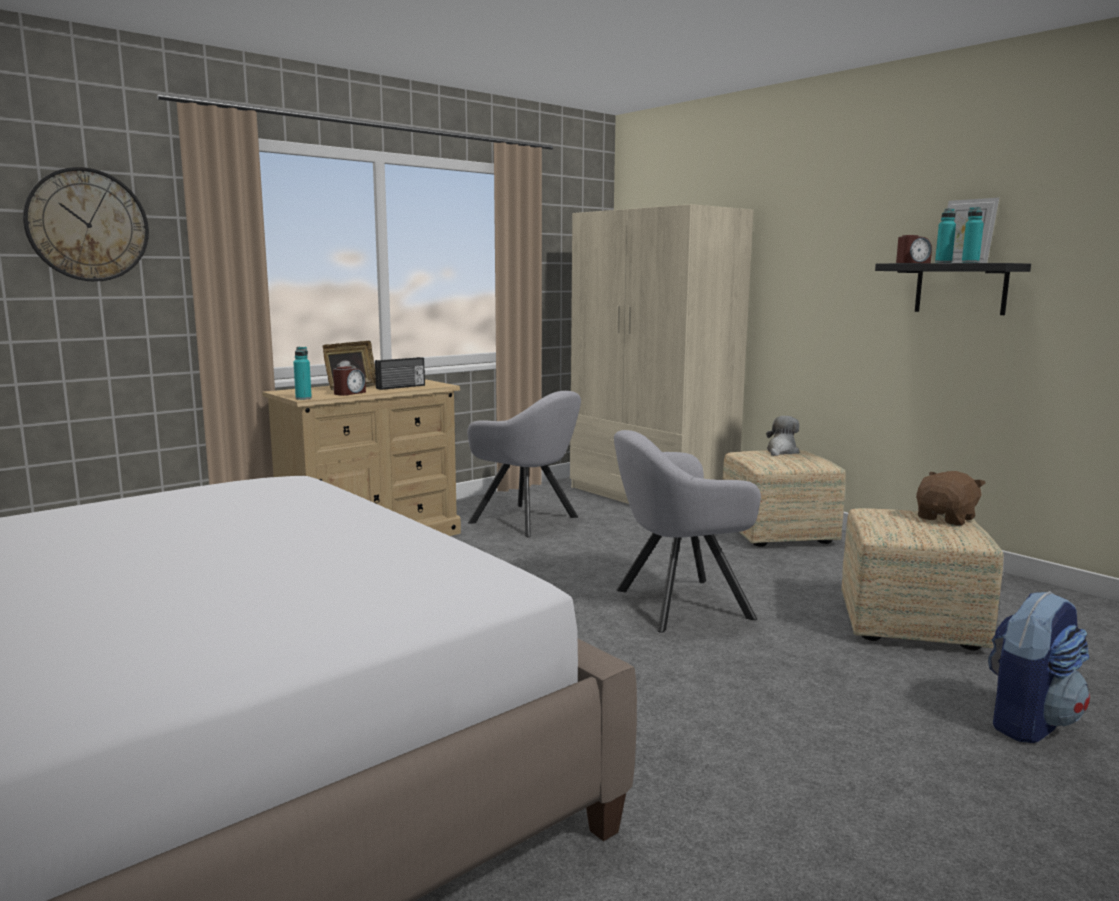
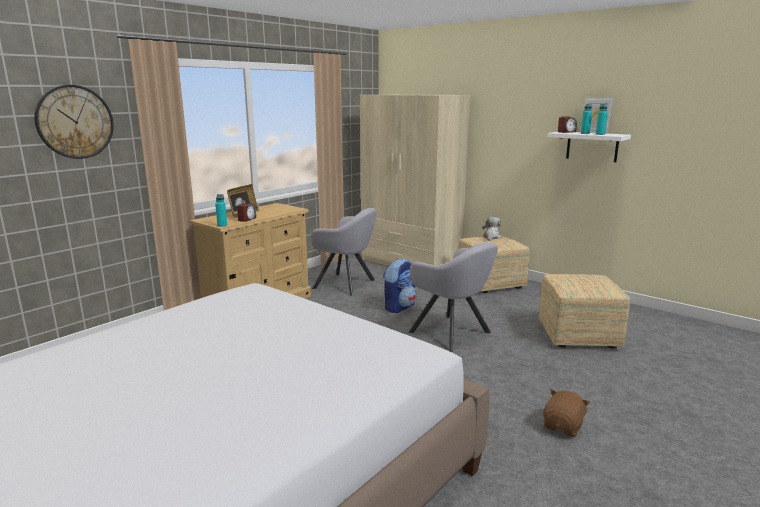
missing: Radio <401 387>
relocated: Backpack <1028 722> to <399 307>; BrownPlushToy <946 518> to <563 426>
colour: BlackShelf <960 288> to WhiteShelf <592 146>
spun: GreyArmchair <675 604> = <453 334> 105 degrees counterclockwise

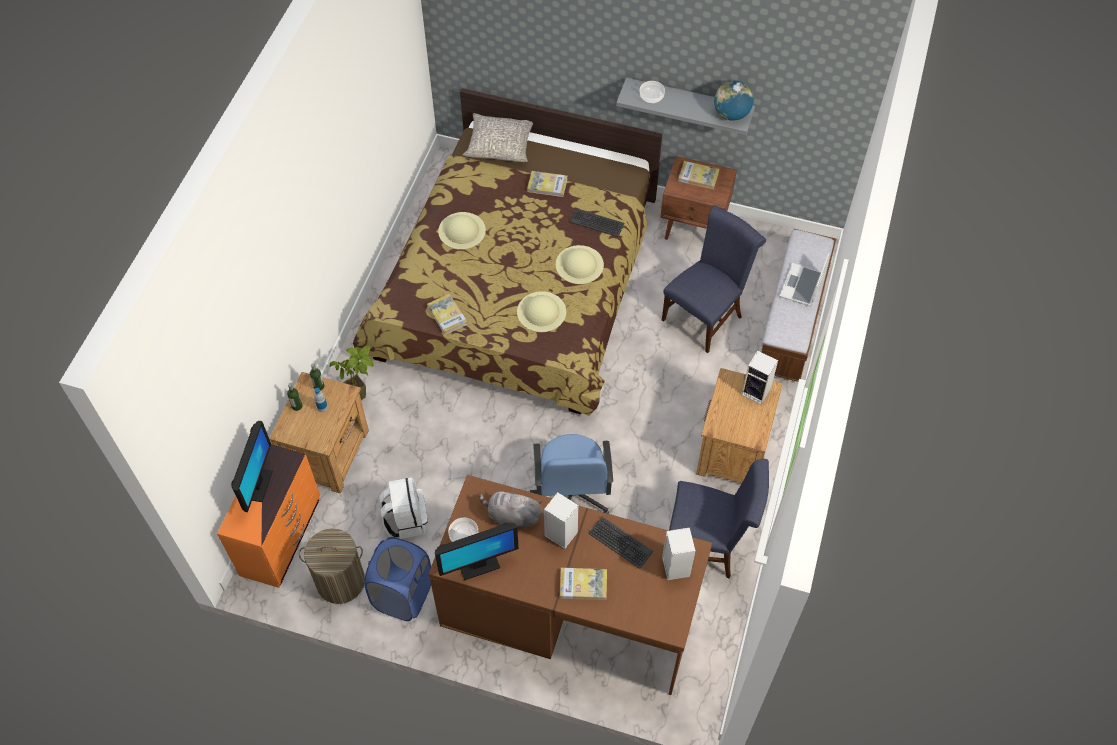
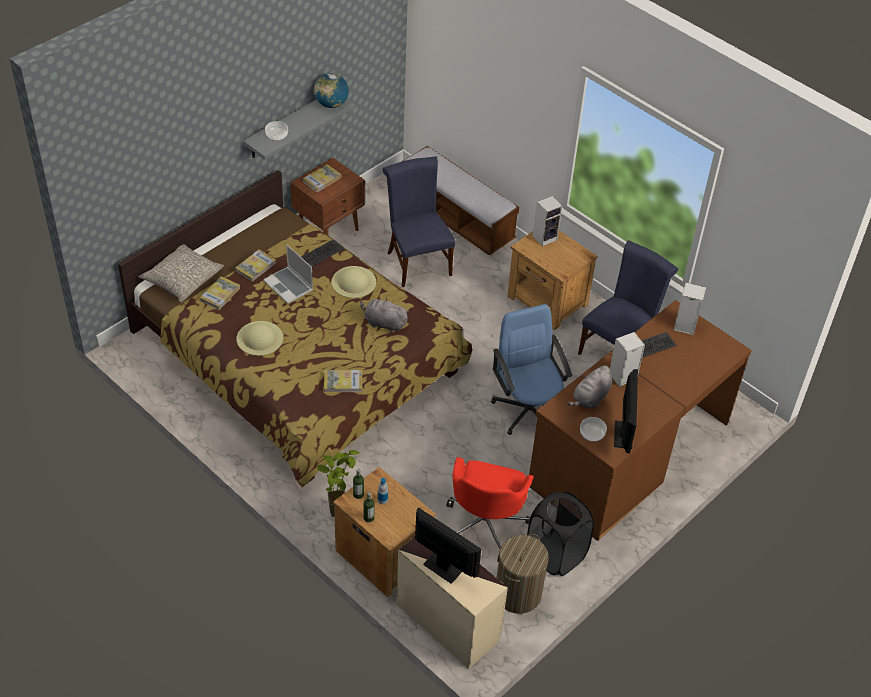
relocated: Book <583 585> to <220 294>; Laptop <802 287> to <289 286>
exchanged: BeigeHat <541 312> to GreyPlushToy <383 323>; WhiteBackpack <406 520> to RedOfficeChair <485 525>
colour: OrangeDresser <282 536> to BeigeDresser <447 621>; BlueLaundryBasket <403 595> to BlackLaundryBasket <555 554>
spun: BlueOfficeChair <571 495> = <528 409> 135 degrees counterclockwise

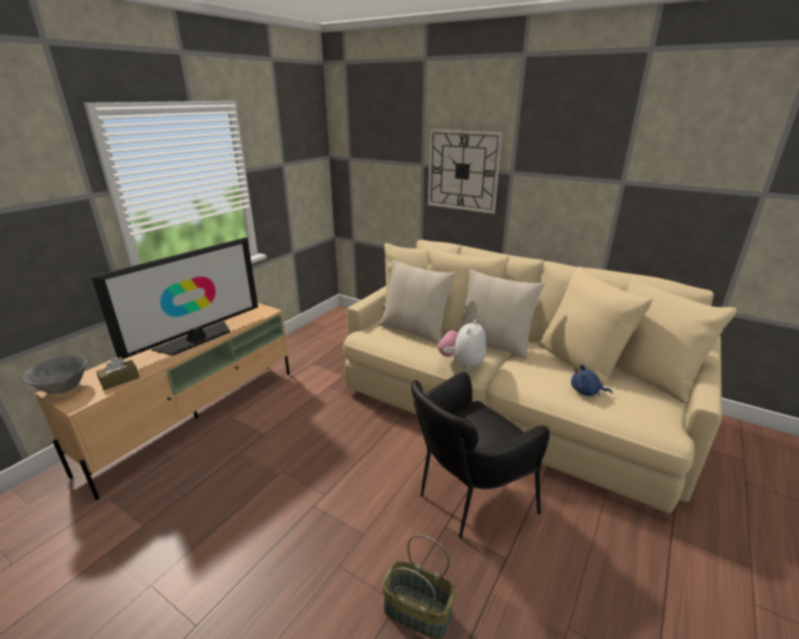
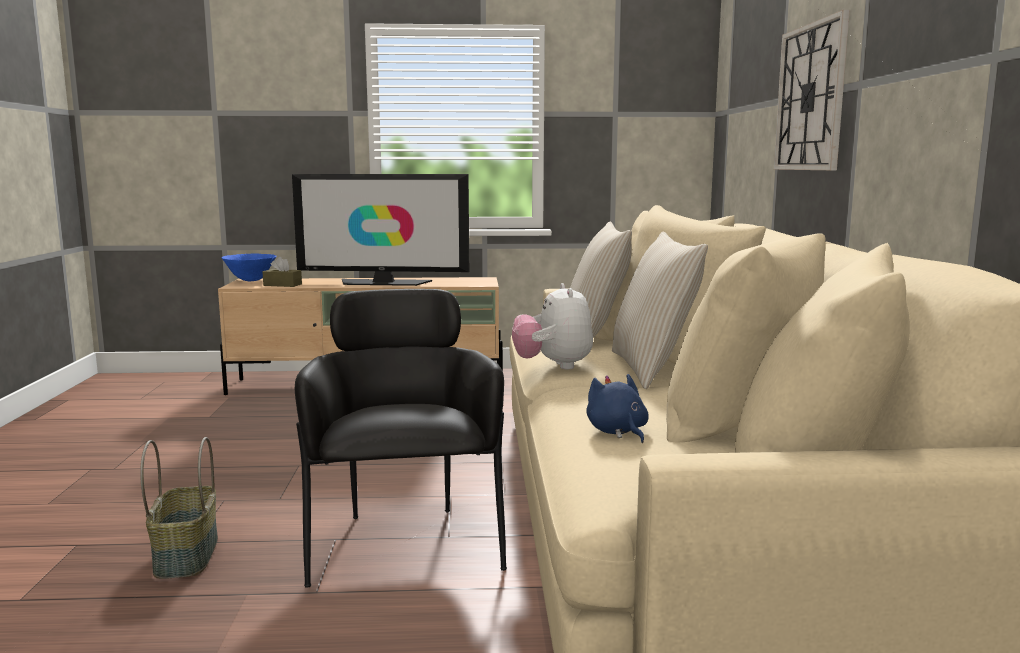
colour: GreyBowl <64 389> to BlueBowl <251 280>
spun: BlackArmchair <467 499> = <404 540> 60 degrees clockwise; PlushToy <462 363> = <553 366> 90 degrees counterclockwise

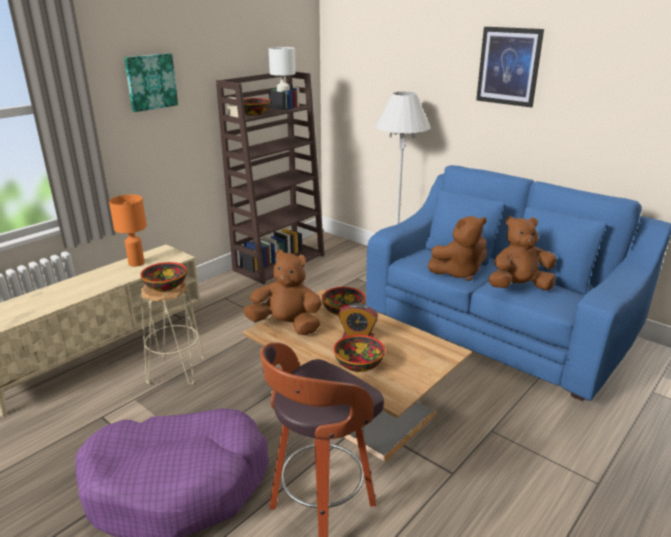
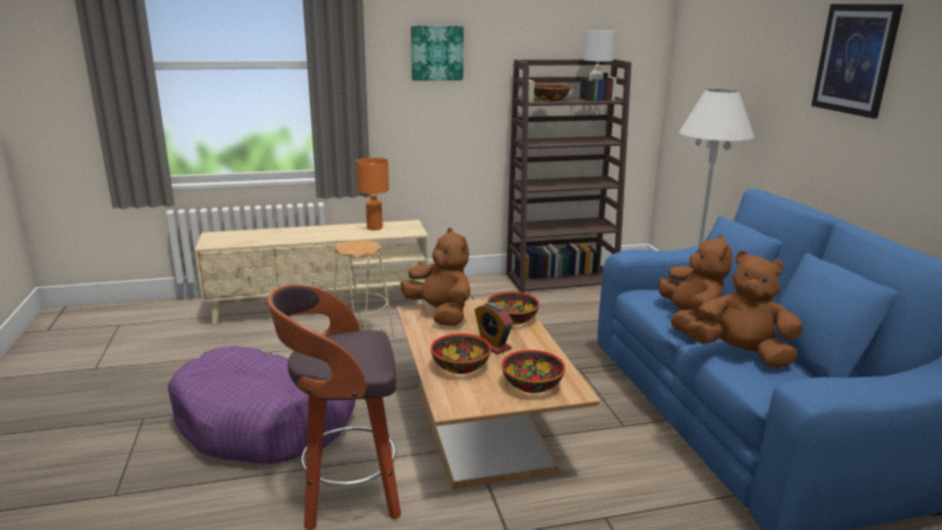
relocated: Bowl <166 286> to <533 385>
spun: BrownPlushToy <458 272> = <689 321> 105 degrees counterclockwise

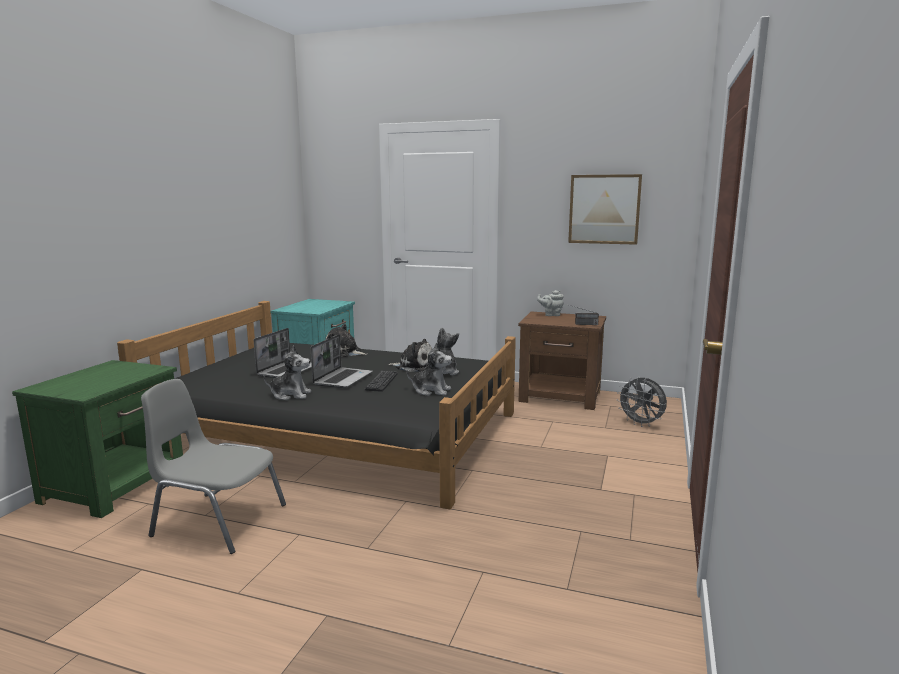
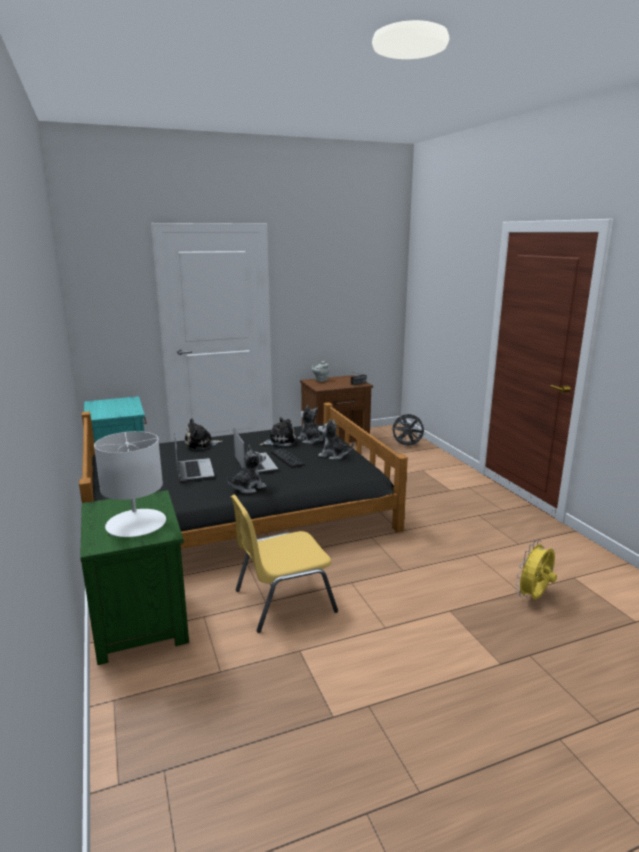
missing: Picture <604 209>
appeared: WhiteTableLamp <136 524>; YellowFan <534 597>
colour: GreyChair <218 520> to YellowChair <282 600>
spun: PlushToy <431 391> = <333 455> 135 degrees counterclockwise

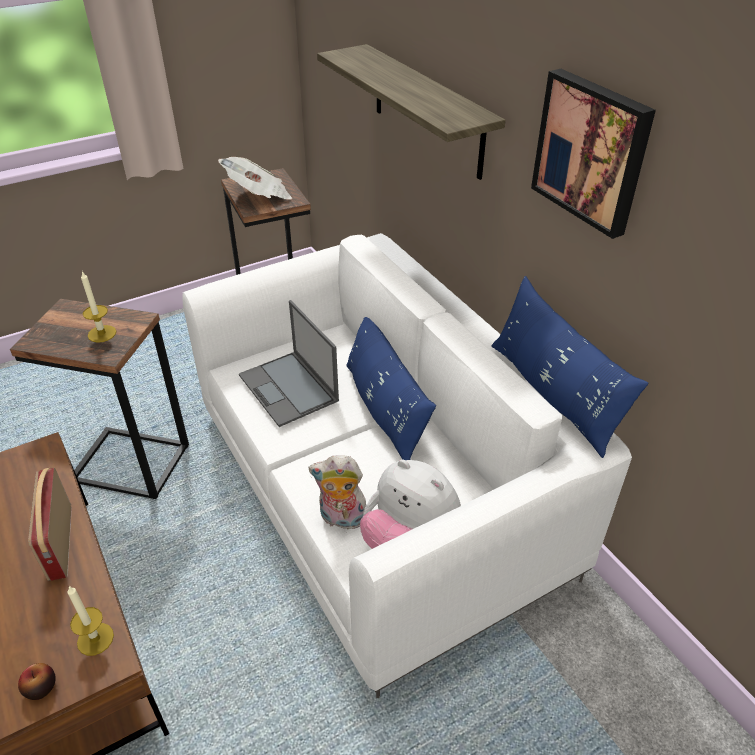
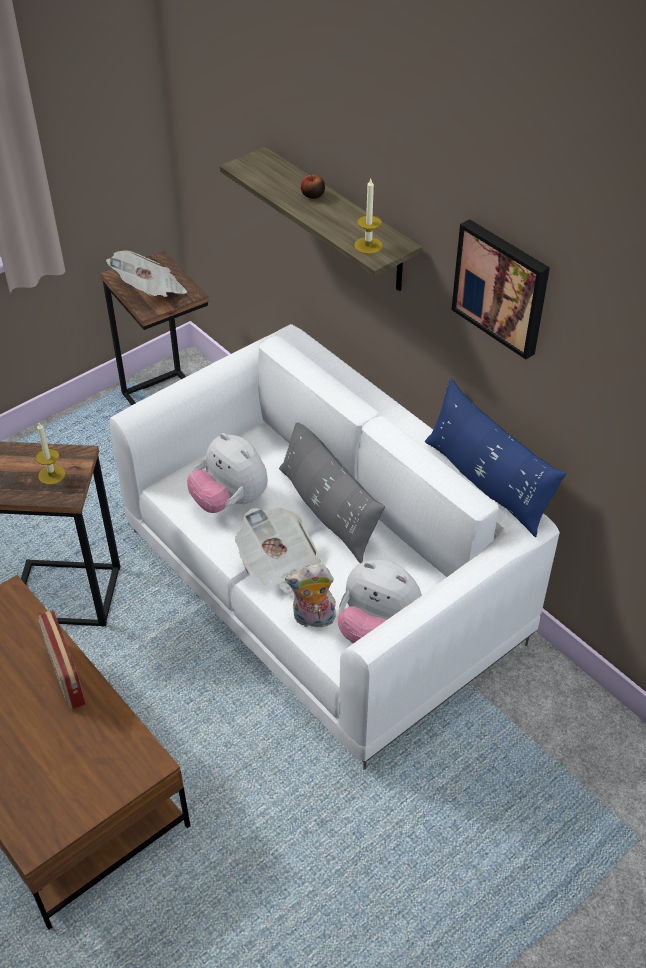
appeared: Newspaper <279 566>
relocated: Apple <41 687> to <312 195>; Candle <95 639> to <368 245>
exchanged: Laptop <289 389> to PlushToy <230 501>
colour: BluePillow <385 410> to GreyPillow <327 510>

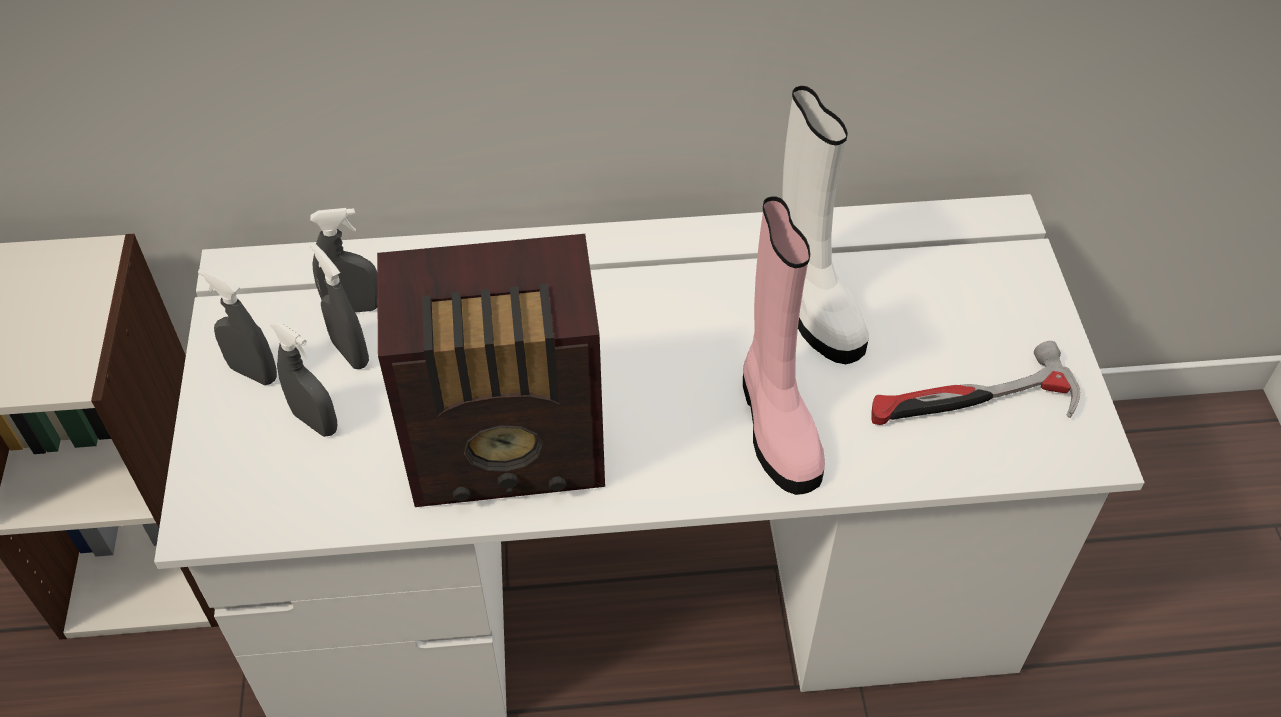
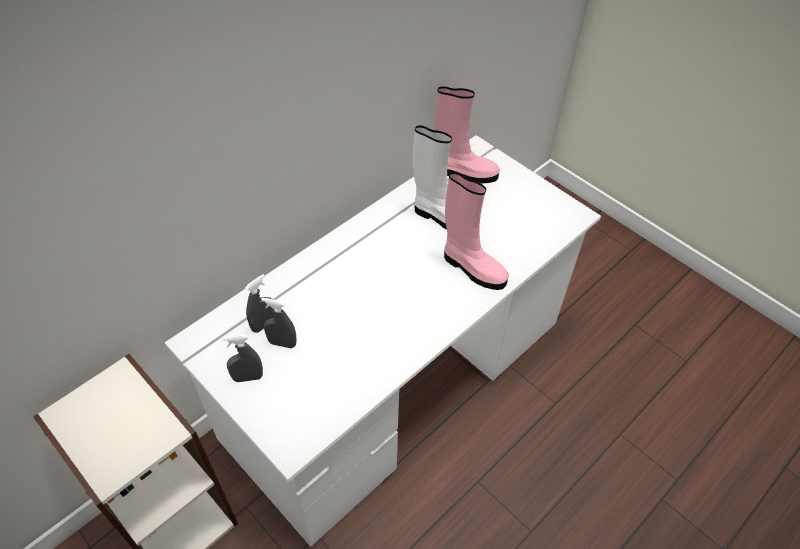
missing: GreySprayBottle <315 422>; Radio <511 452>; Hammer <971 404>
appeared: PinkBoot <464 172>

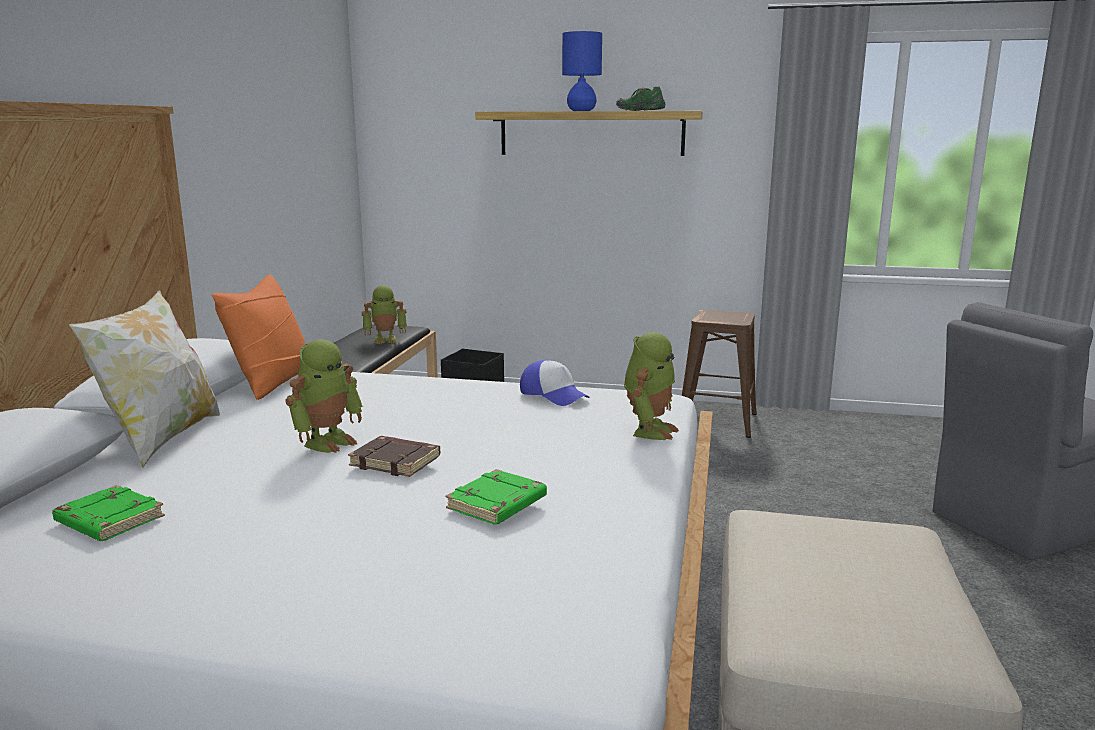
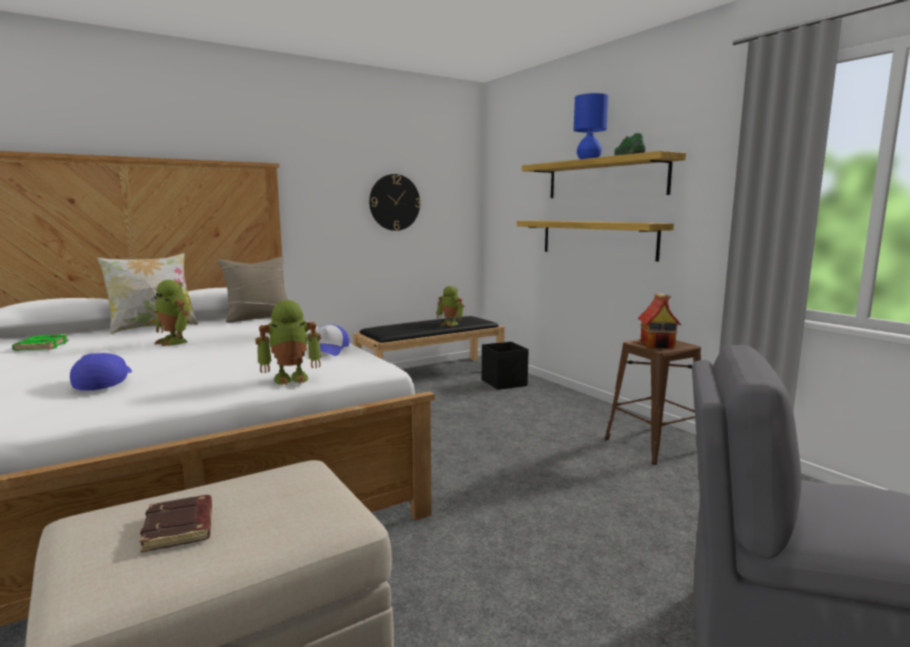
appeared: WallClock <394 202>; Shelf <596 238>; ToyHouse <658 344>
relocated: BrownBook <397 462> to <180 528>
exchanged: GreenBook <497 505> to Cap <104 380>
colour: OrangePillow <272 382> to BeigePillow <258 317>
spun: ToyRobot <328 442> = <175 341> 45 degrees clockwise

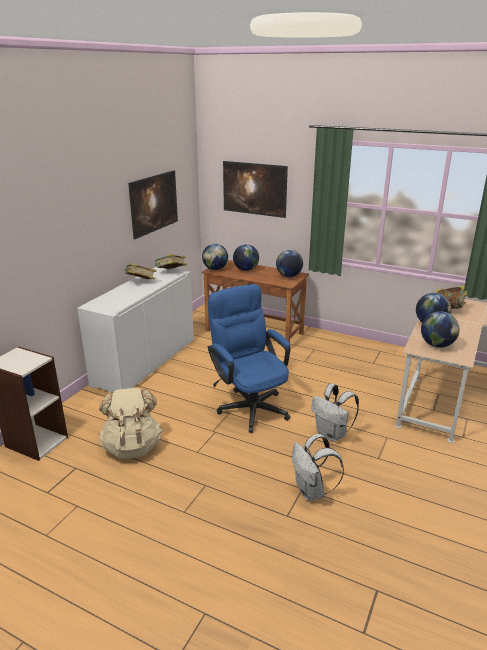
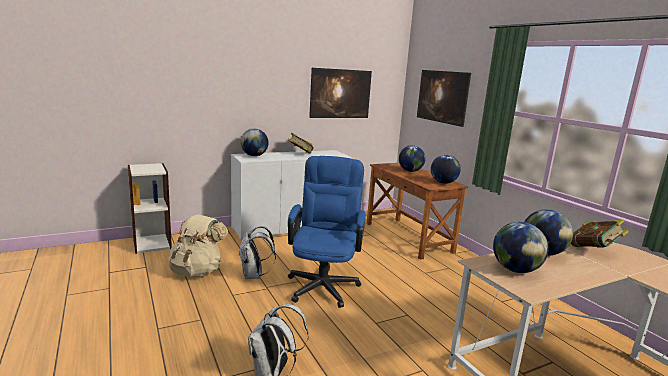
missing: Book <171 272>
relocated: WhiteBackpack <332 434> to <254 275>; Globe <215 269> to <254 156>

